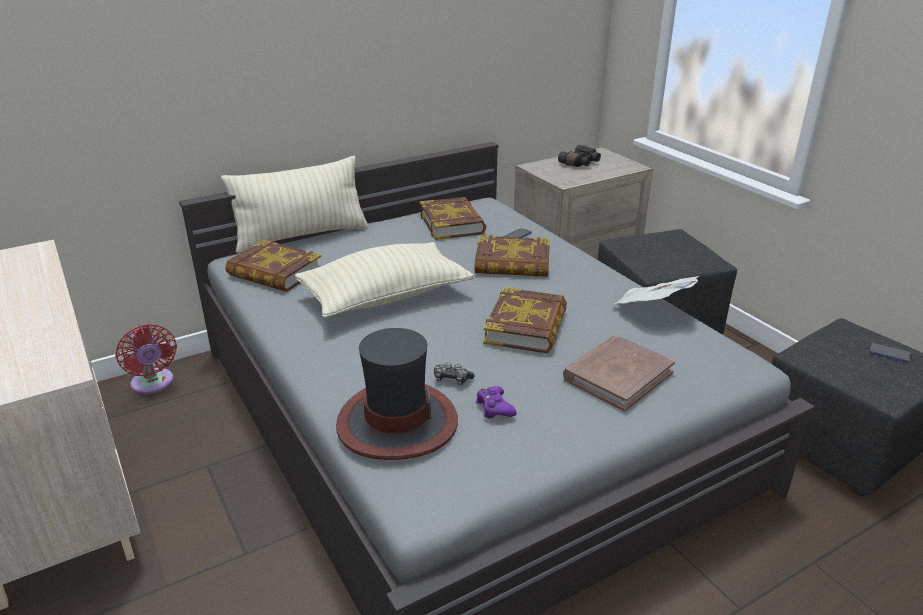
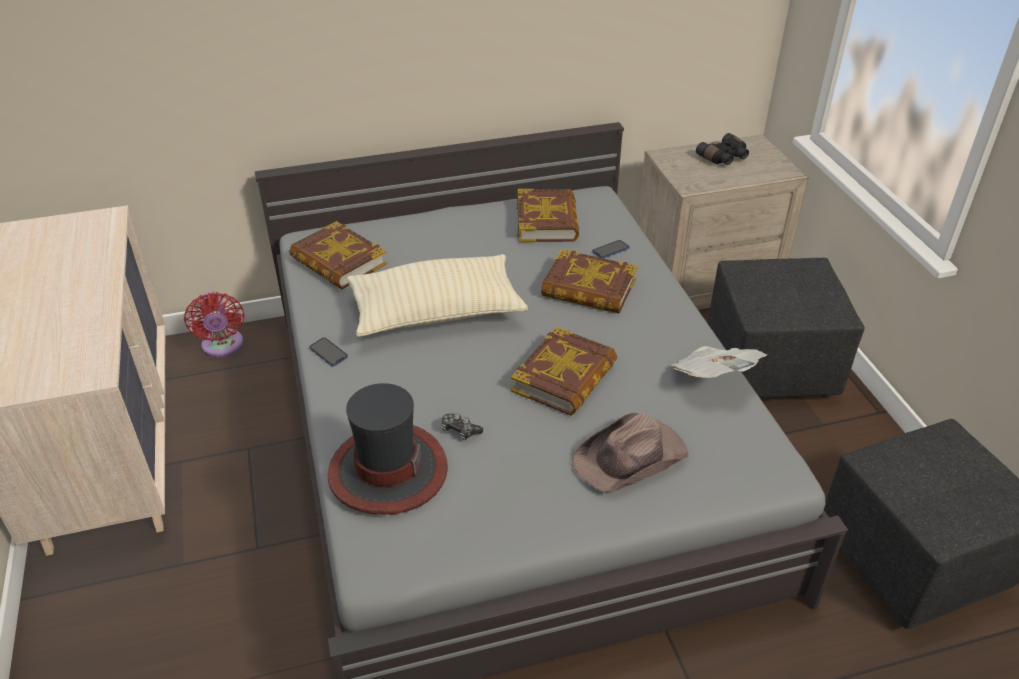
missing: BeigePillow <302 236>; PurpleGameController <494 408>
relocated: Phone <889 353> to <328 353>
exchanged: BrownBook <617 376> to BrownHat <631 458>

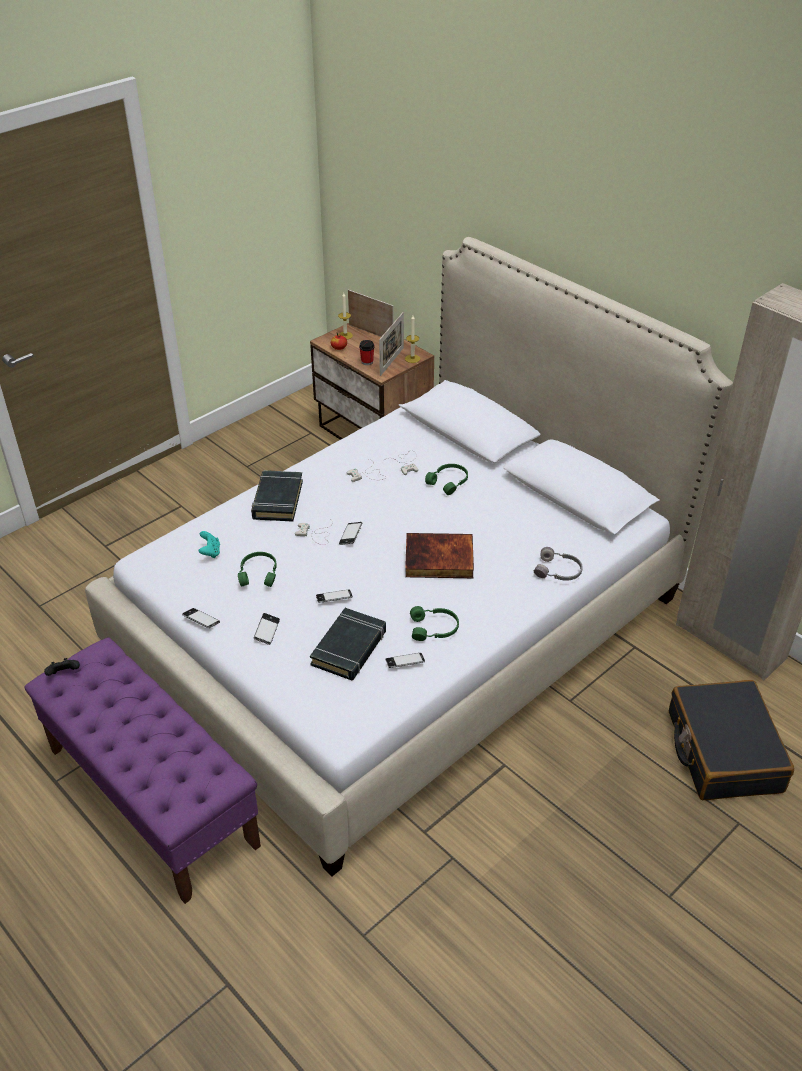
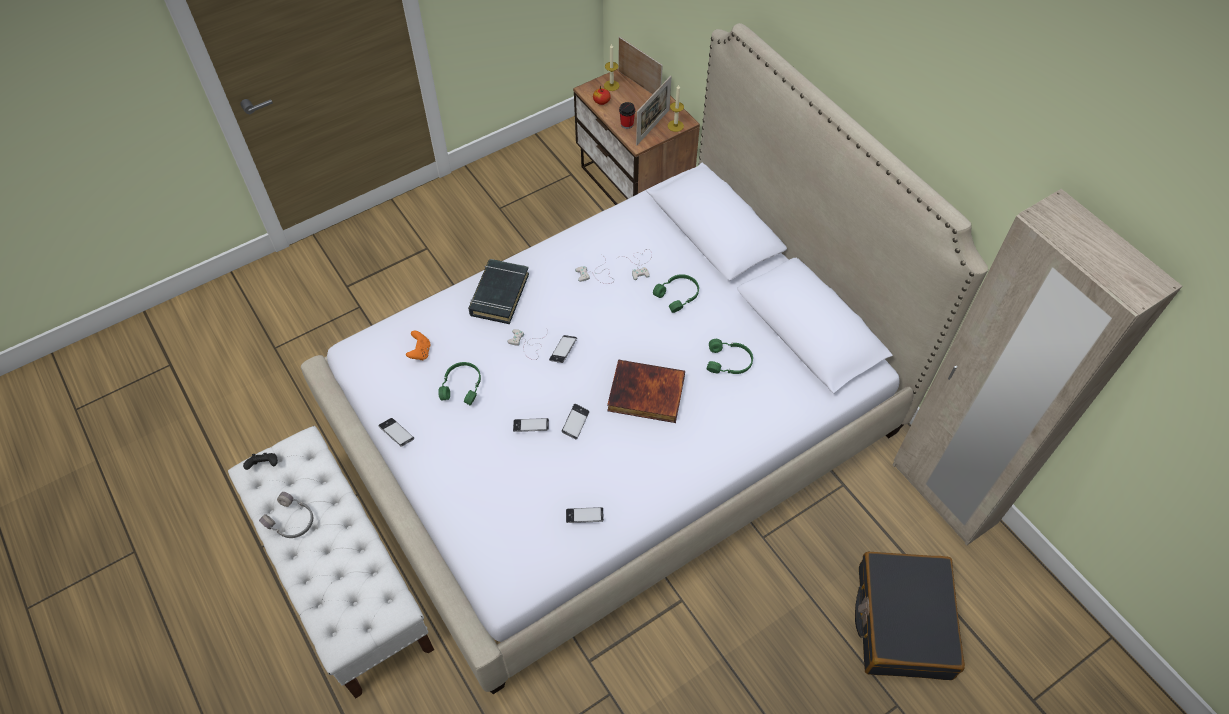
missing: BlackBook <349 648>
relocated: GreyHeadphones <558 571> to <291 521>; Phone <267 631> to <575 423>; GreenHeadphones <434 629> to <729 362>
colour: PurpleBench <153 797> to WhiteBench <345 579>; TurquoiseGameController <210 552> to OrangeGameController <420 352>

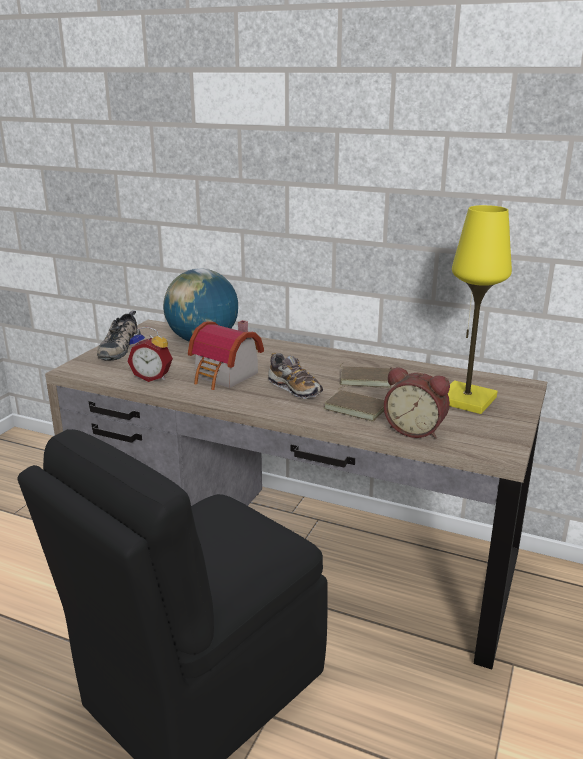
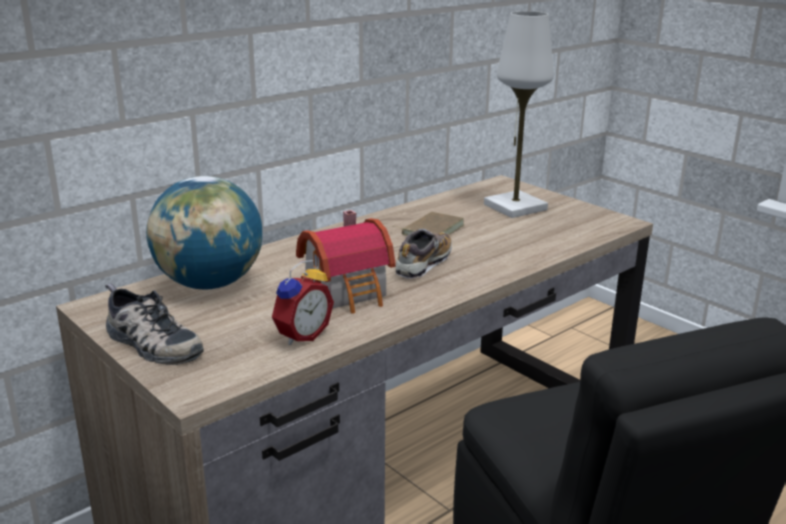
missing: BrownBook <357 408>; AlarmClock <415 430>
colour: YellowTableLamp <466 400> to WhiteTableLamp <515 207>
spun: Shoe <294 389> = <423 264> 45 degrees counterclockwise

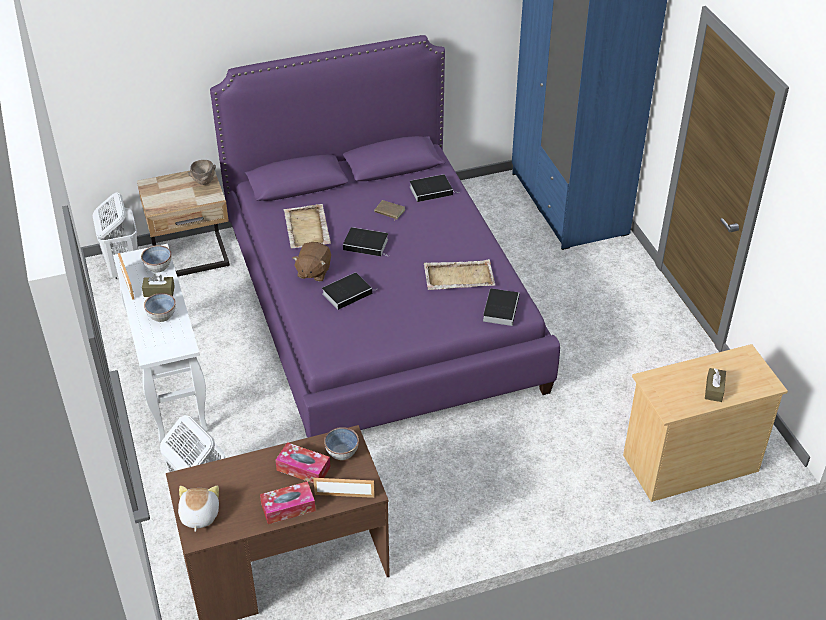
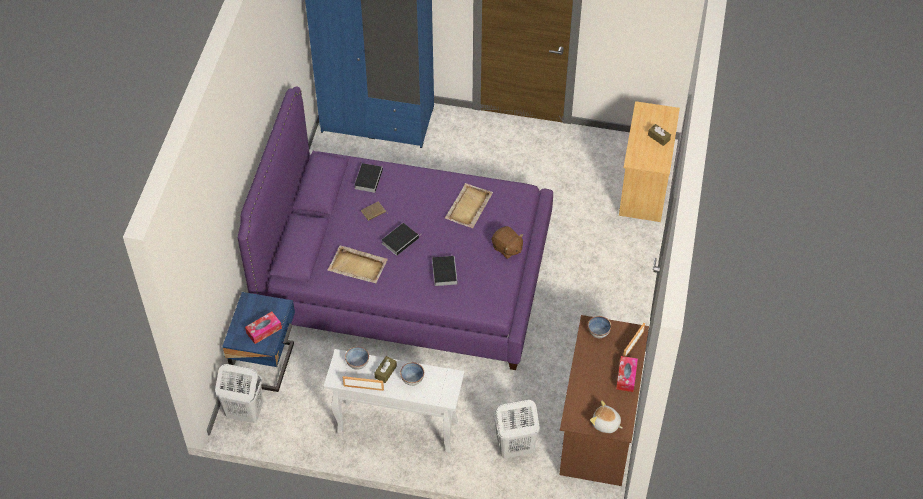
missing: BrownBowl <204 182>; Book <500 308>
relocated: TissueBox <303 469> to <264 330>; BrownPlushToy <313 271> to <507 248>
colour: BeigeNightstand <192 258> to BlueNightstand <266 364>

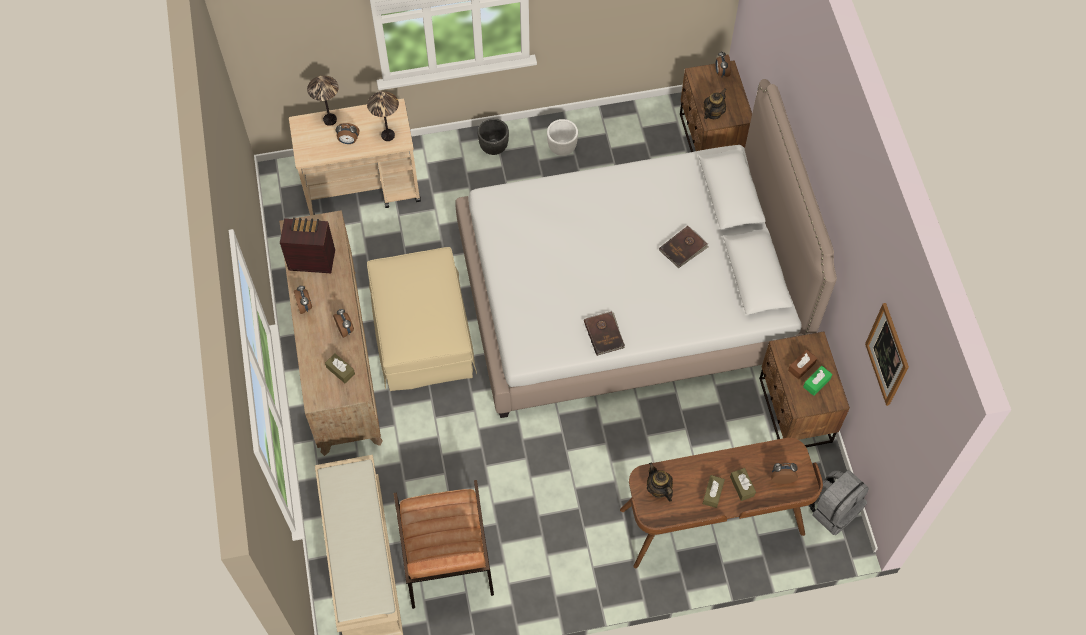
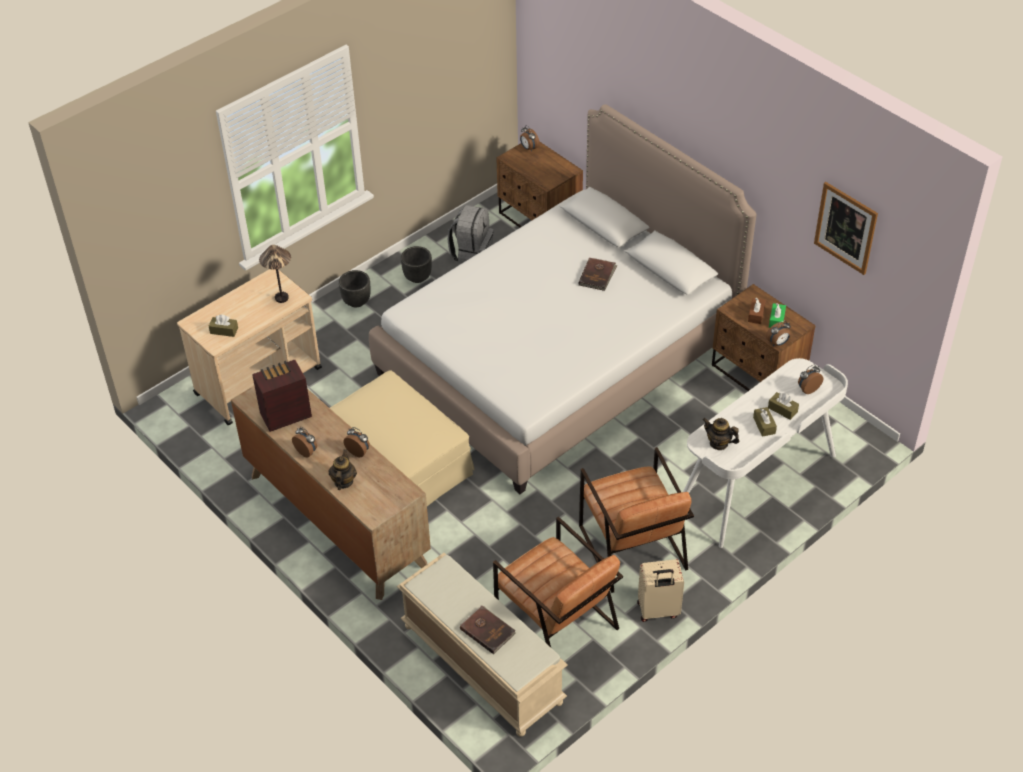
missing: TableLamp <330 120>
appeared: BrownArmchair <632 547>; BeigeSuitcase <658 611>
relocated: BrownTissueBox <340 371> to <224 330>; Teapot <713 113> to <343 482>; GreyBackpack <833 509> to <471 253>; BrownBook <604 334> to <487 630>; AlarmClock <348 141> to <778 343>
colour: WhitePlanter <562 147> to BlackPlanter <417 277>; BrownDesk <712 523> to WhiteDesk <757 484>

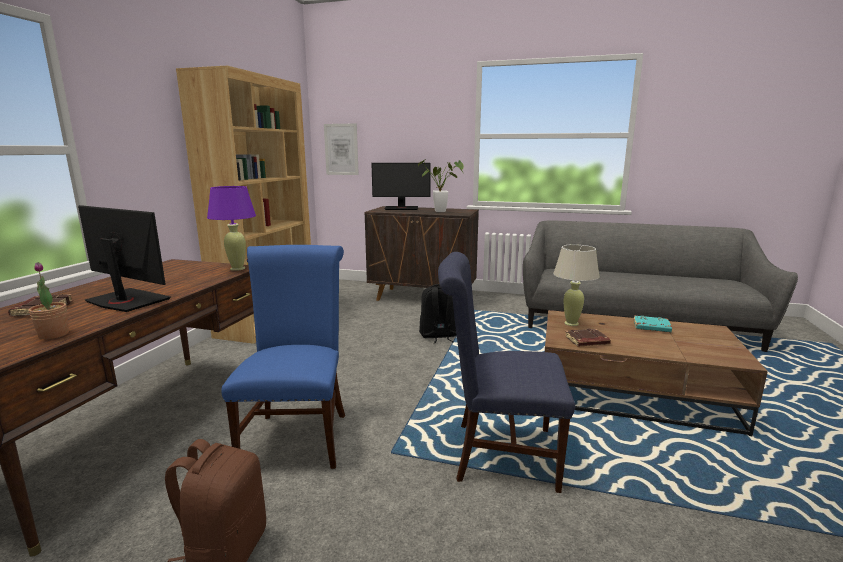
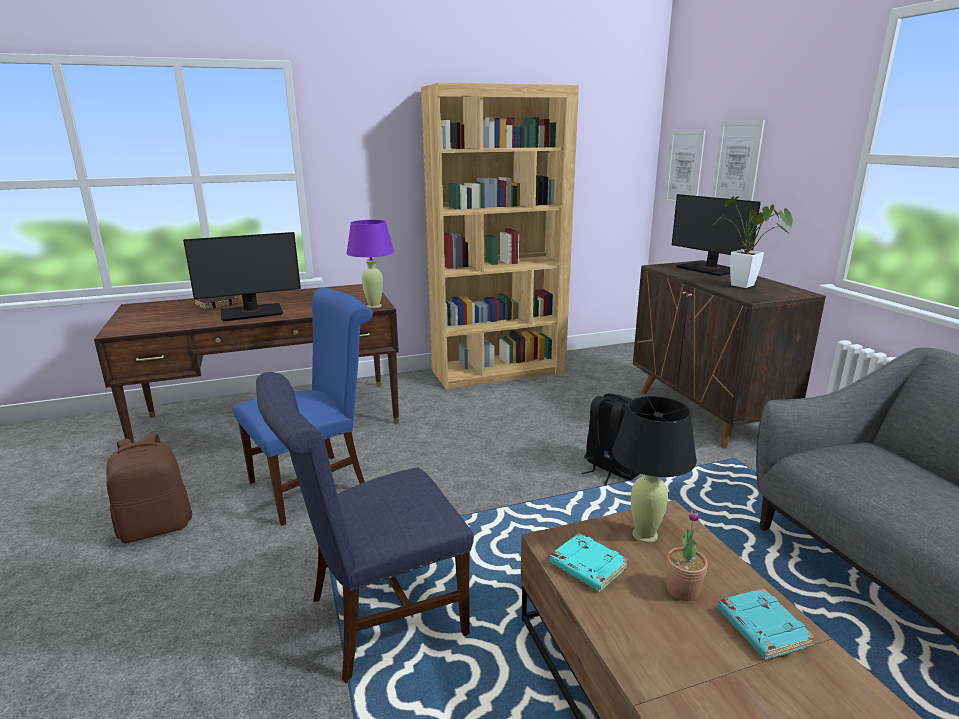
appeared: Picture <737 163>
relocated: PottedPlant <54 334> to <682 590>
colour: BrownBook <586 341> to TurquoiseBook <586 566>; BeigeTableLamp <571 323> to BlackTableLamp <644 535>
spun: Monitor <127 301> = <251 312> 75 degrees clockwise; BlueChair <497 454> = <377 619> 90 degrees counterclockwise

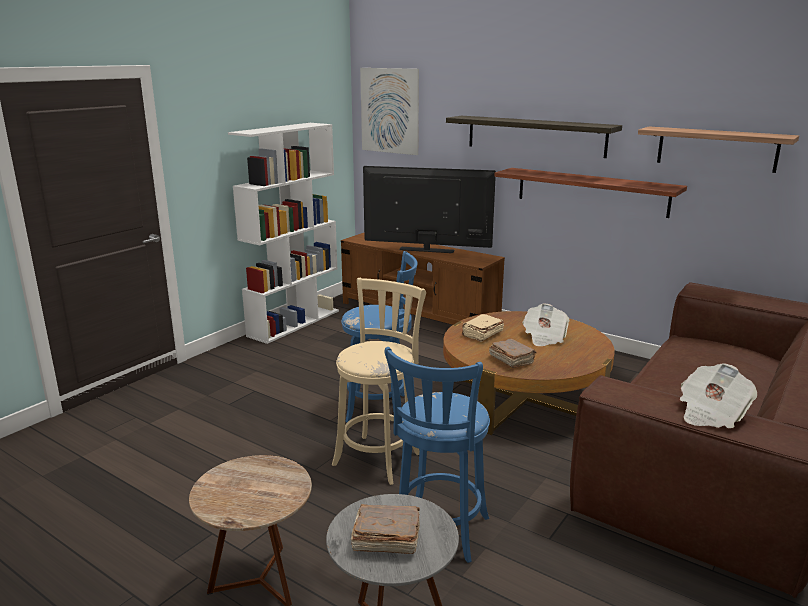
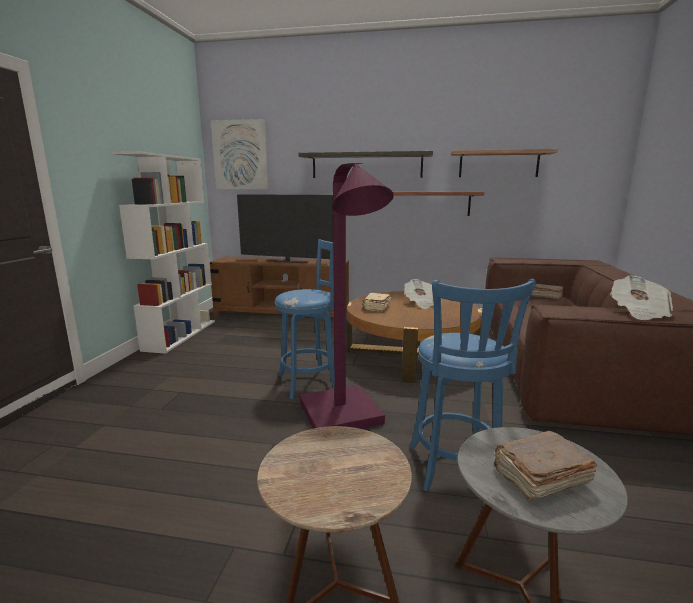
relocated: BrownBook <511 360> to <545 296>
exchanged: BeigeStool <379 457> to PurpleFloorLamp <344 420>
spun: Television <426 250> = <287 261> 150 degrees counterclockwise

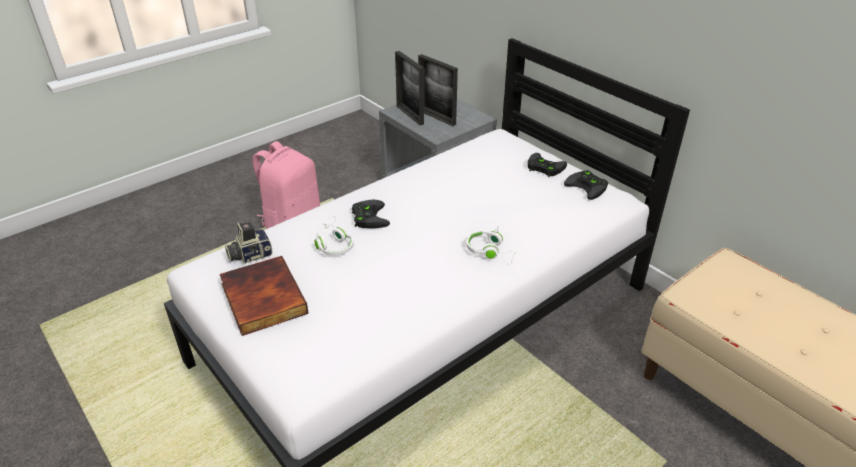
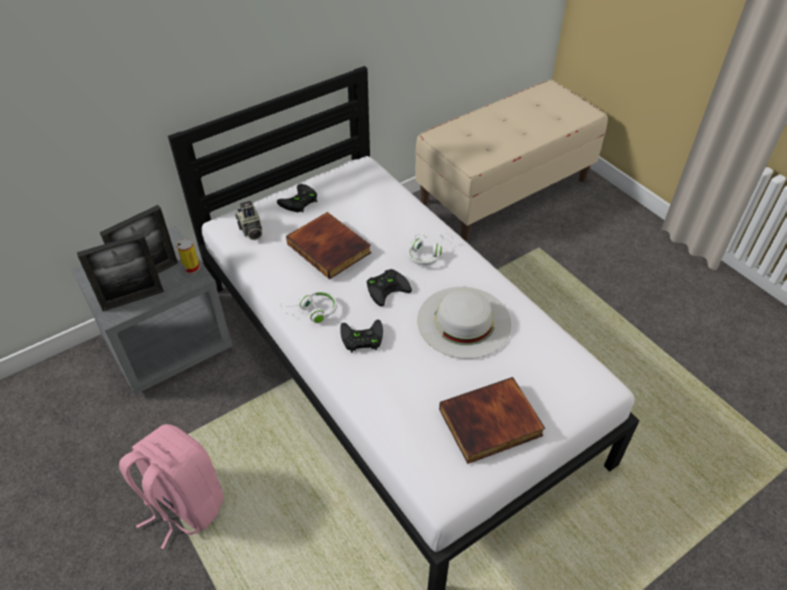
appeared: Can <191 268>; Book <330 248>; WhiteHat <464 321>
relocated: PhotoCamera <249 255> to <250 230>; WhiteHeadphones <333 244> to <312 311>; BlackGameController <588 187> to <387 287>

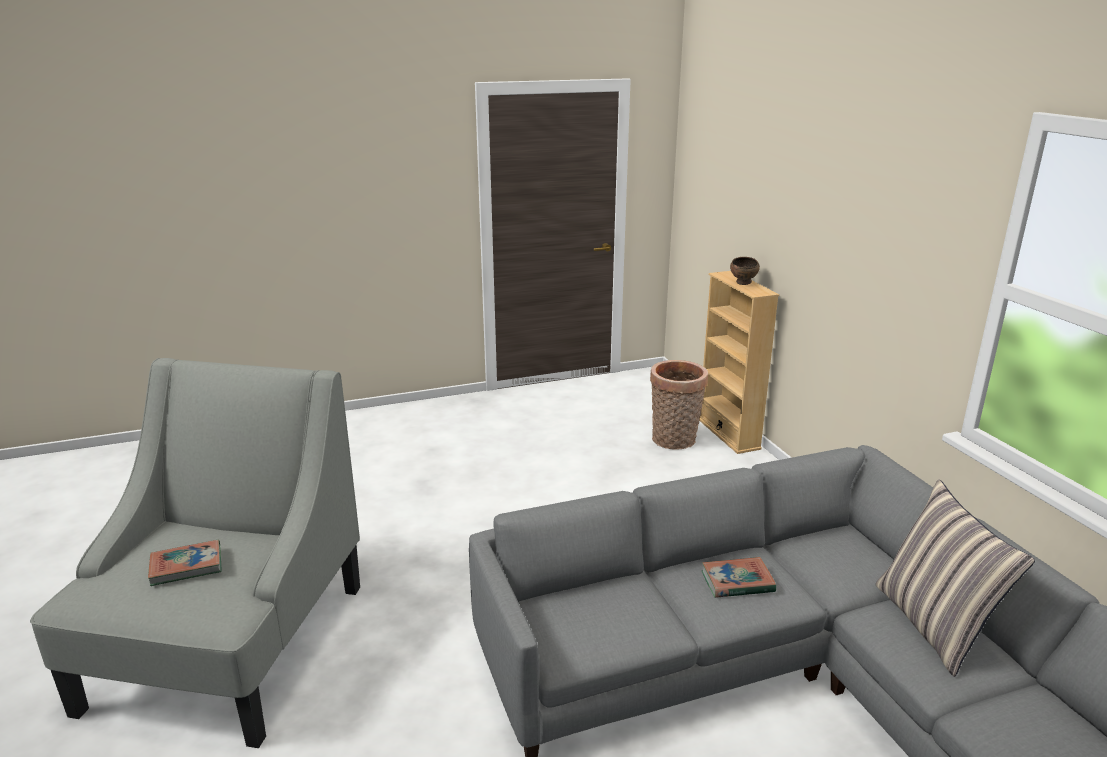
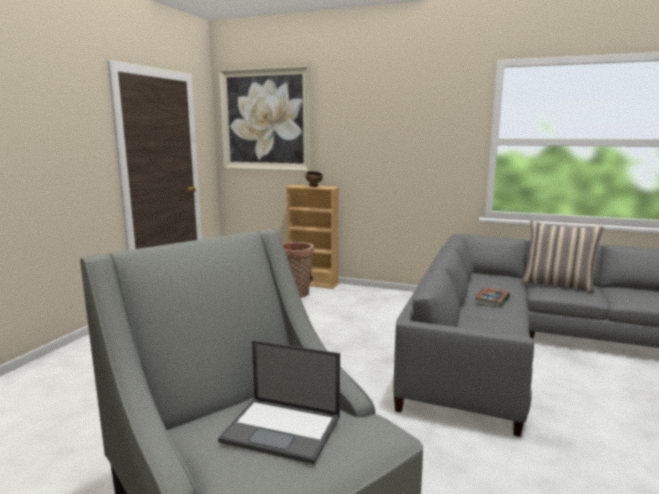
appeared: Picture <265 120>
exchanged: Book <186 566> to Laptop <283 429>

